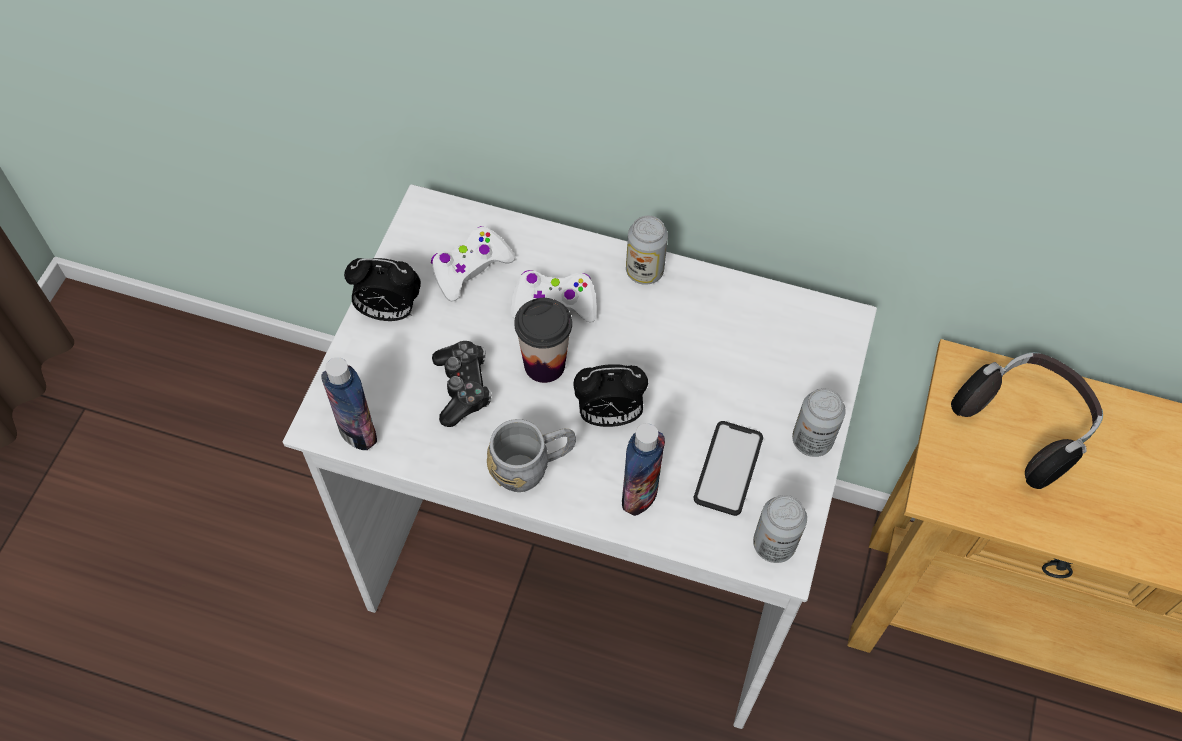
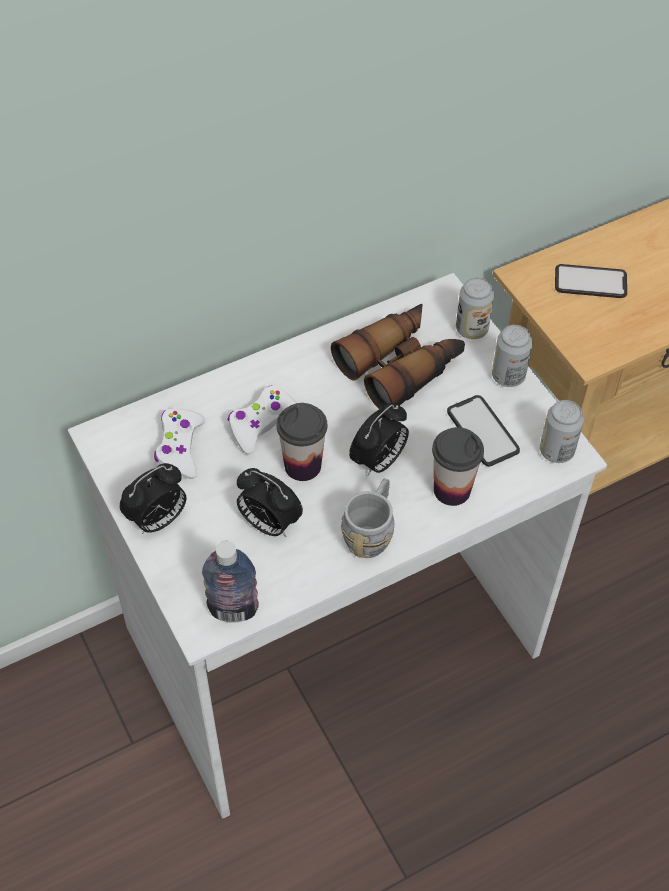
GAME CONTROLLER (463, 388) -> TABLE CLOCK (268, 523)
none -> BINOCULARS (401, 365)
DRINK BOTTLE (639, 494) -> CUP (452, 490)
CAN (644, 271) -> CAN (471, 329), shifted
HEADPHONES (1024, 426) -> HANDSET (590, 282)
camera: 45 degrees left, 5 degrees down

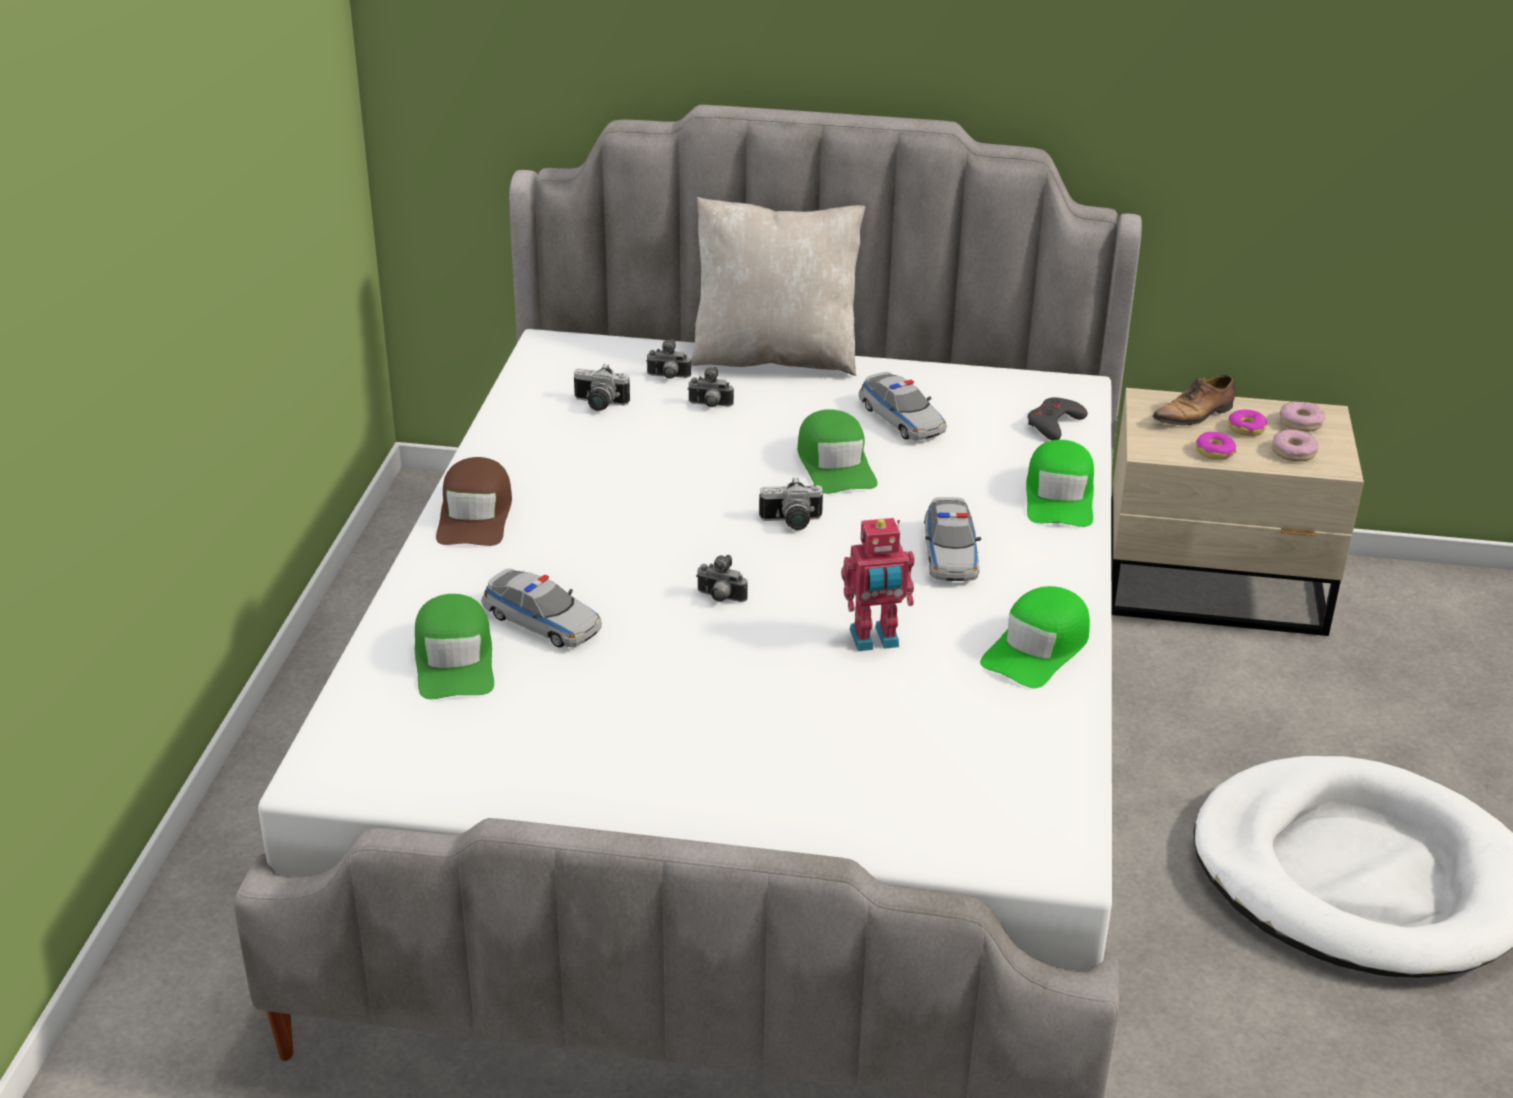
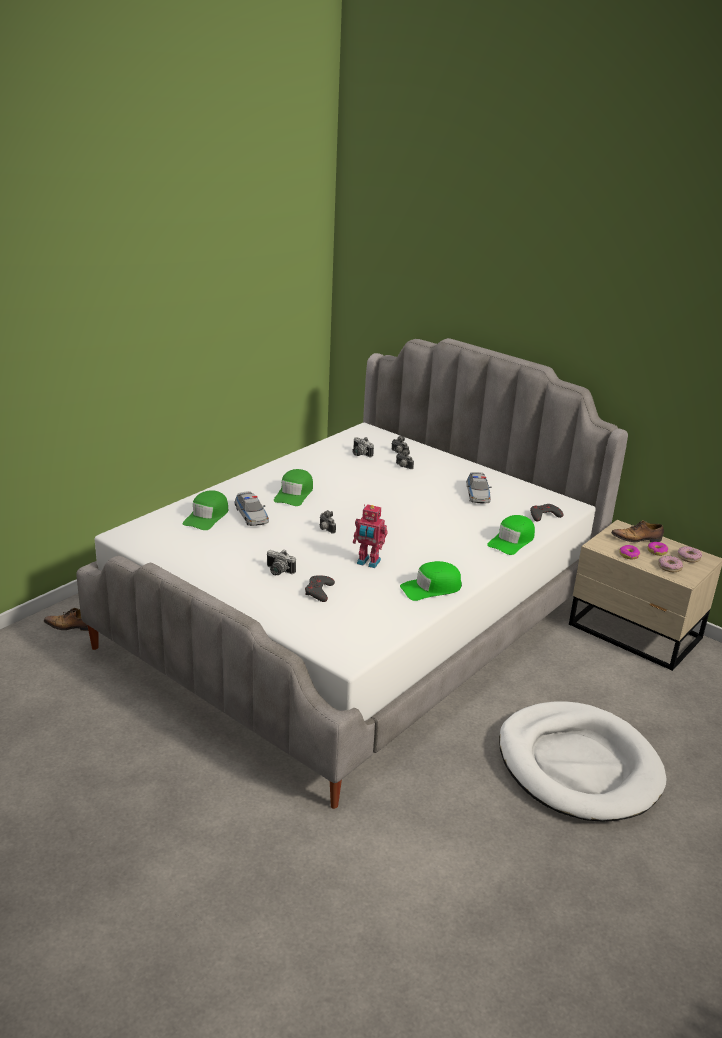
none -> LOW SHOE (71, 626)
PHOTO CAMERA (791, 523) -> PHOTO CAMERA (278, 571), shifted
GREEN-COLOURED PEAKED CAP (835, 464) -> GREEN-COLOURED PEAKED CAP (294, 494), shifted
none -> GREY GAME CONTROLLER (319, 591)
BROWN-COLOURED PEAKED CAP (475, 515) -> none
SAND-COLOURED PILLOW (775, 357) -> none
MODEL CAR (950, 553) -> none
camera: 30 degrees right, 5 degrees down

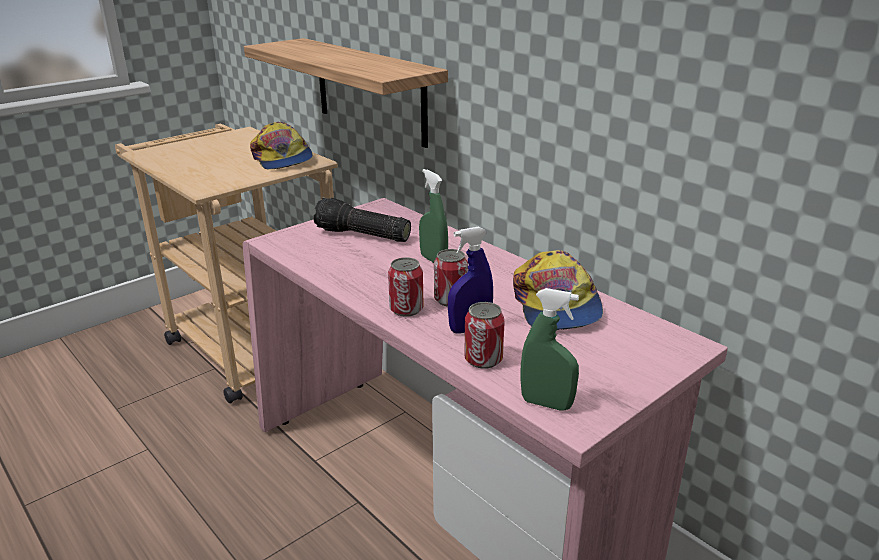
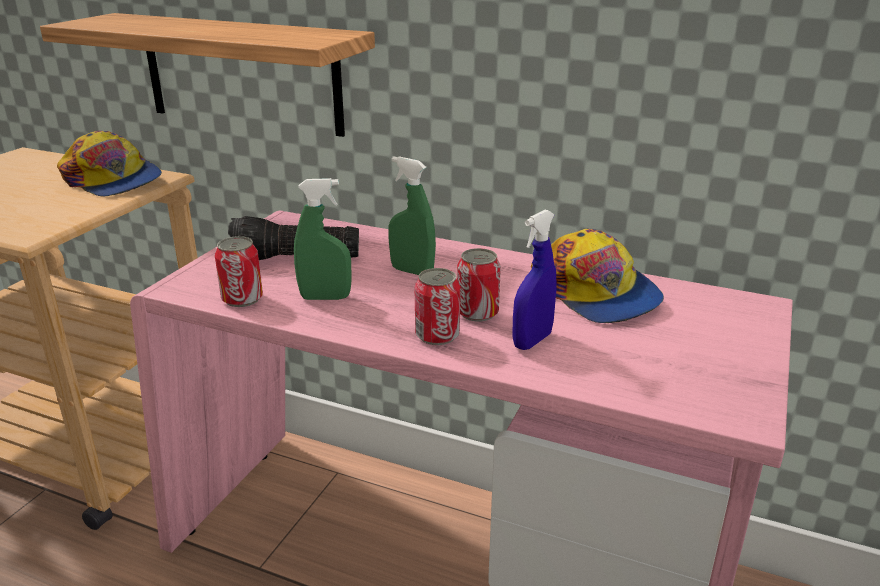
CAN (483, 359) -> CAN (242, 299), shifted
GREEN-COLOURED HAND SPRAYER (546, 403) -> GREEN-COLOURED HAND SPRAYER (325, 297), shifted
camera: 25 degrees left, 0 degrees up

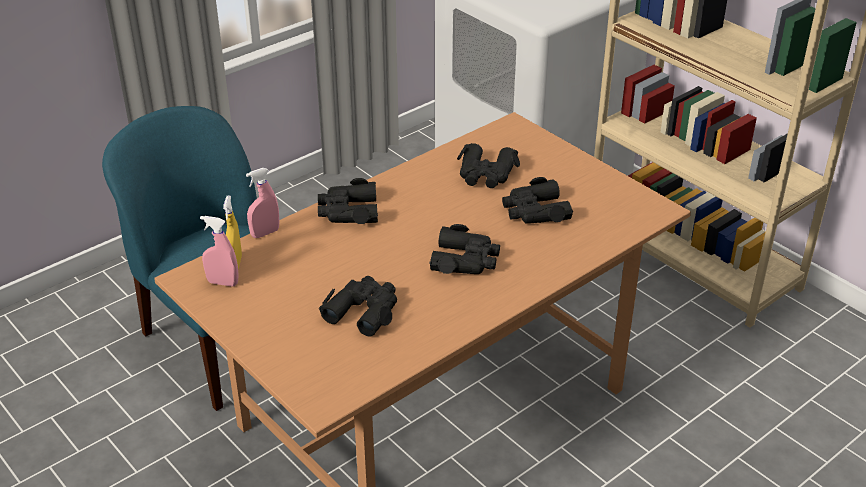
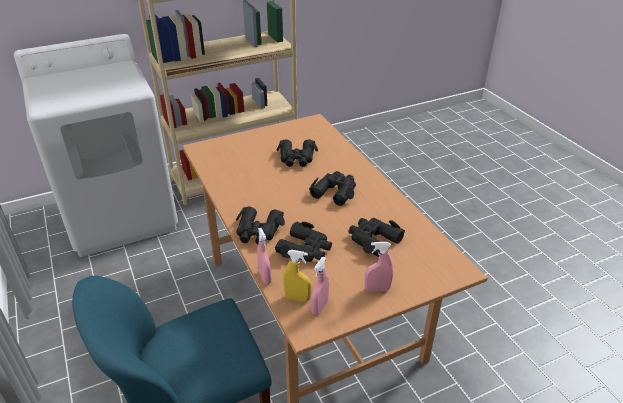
BLACK-COLOURED BINOCULARS (486, 174) -> BLACK-COLOURED BINOCULARS (305, 249), shifted
none -> PINKISH HAND SPRAYER (377, 289)
camera: 75 degrees left, 0 degrees up

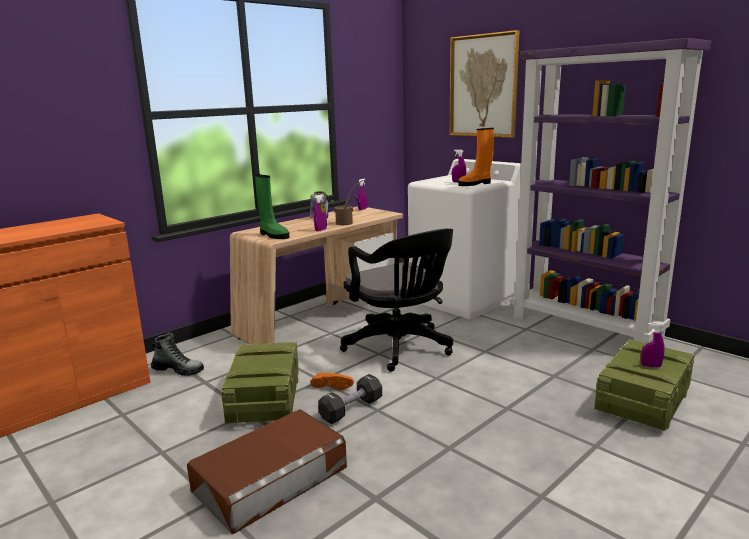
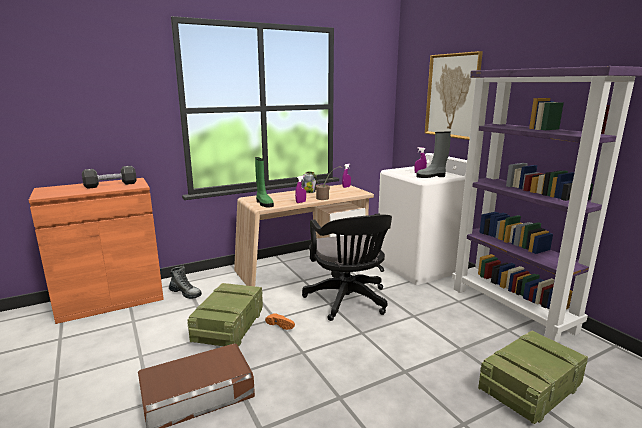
BLACK-COLOURED DUMBBELL (351, 409) -> BLACK-COLOURED DUMBBELL (111, 185), shifted
ORANGE-COLOURED TALL BOOT (475, 184) -> GREY TALL BOOT (431, 176)
PURPLE HAND SPRAYER (651, 366) -> none
camera: 15 degrees right, 0 degrees up

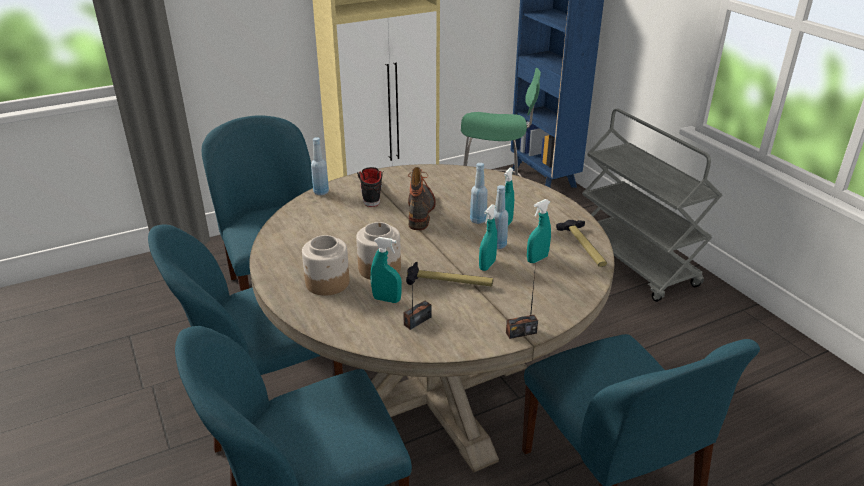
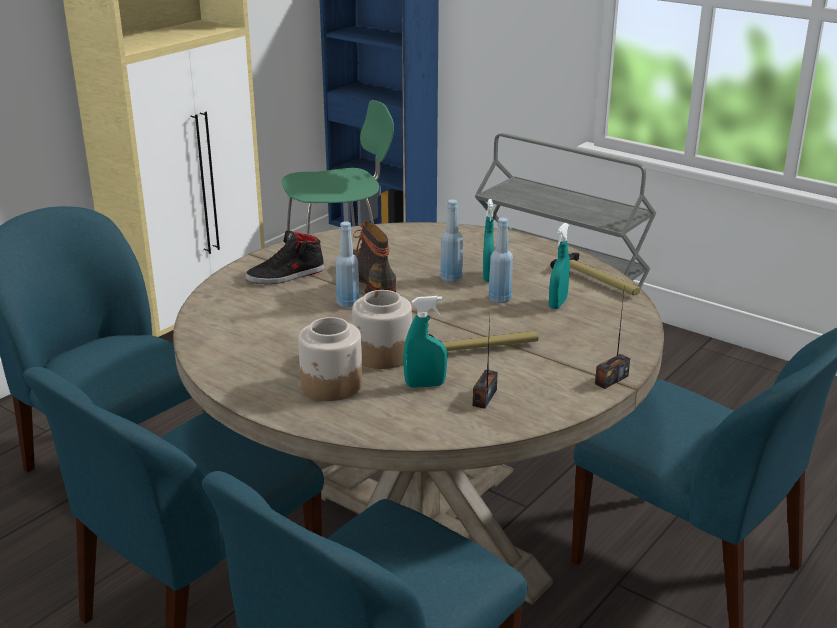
BLACK-COLOURED LOW SHOE (371, 193) -> BLACK-COLOURED LOW SHOE (286, 275), 90 degrees counterclockwise
BLUE DRINK BOTTLE (321, 192) -> BLUE DRINK BOTTLE (348, 303), shifted
TURQUOISE HAND SPRAYER (487, 265) -> none
camera: 25 degrees left, 5 degrees down

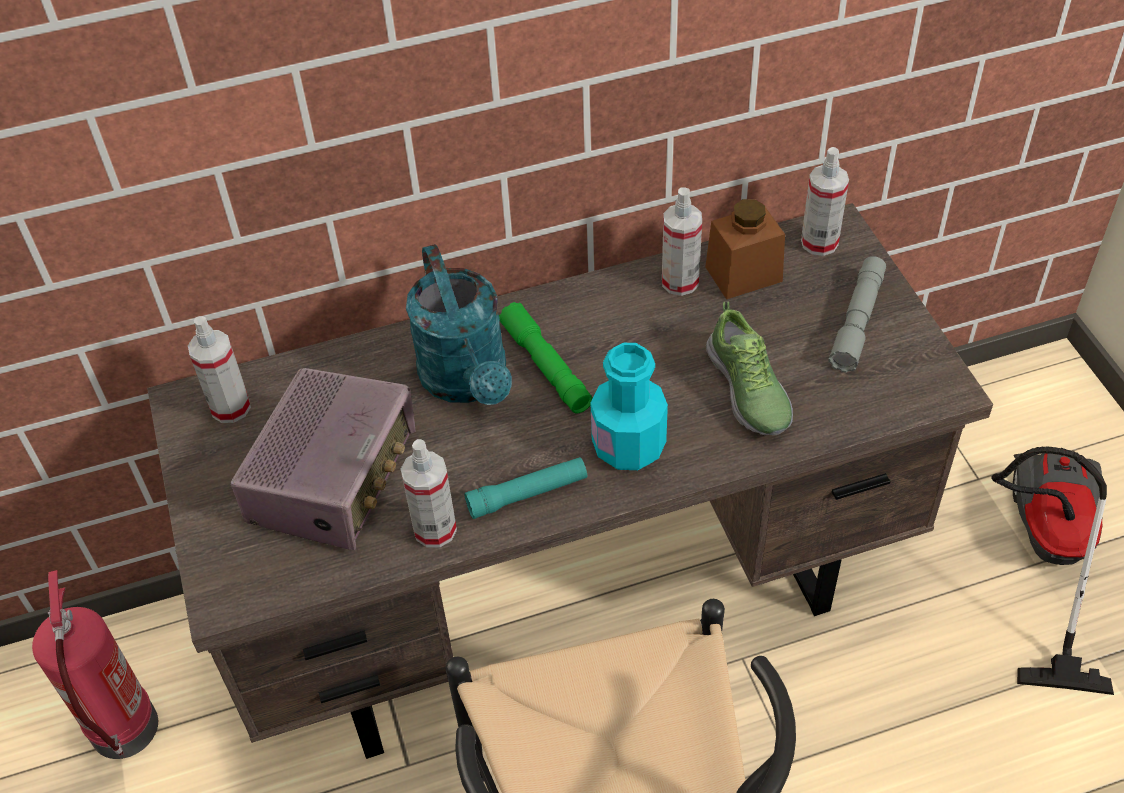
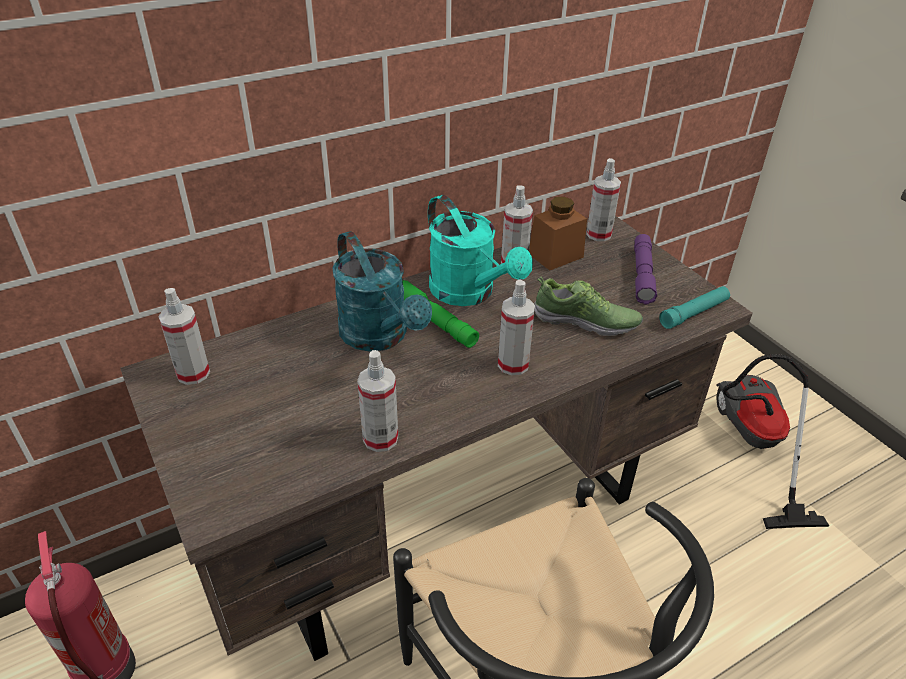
none -> TURQUOISE WATERING CAN (469, 293)
TURQUOISE DRINK BOTTLE (628, 446) -> HAND SPRAYER (513, 364)
LOW SHOE (748, 390) -> LOW SHOE (586, 321), 45 degrees counterclockwise
GREY FLASHLIGHT (857, 321) -> PURPLE FLASHLIGHT (642, 275)
TURQUOISE FLASHLIGHT (527, 494) -> TURQUOISE FLASHLIGHT (694, 313), shifted
RADIO SET (335, 478) -> none
camera: 15 degrees left, 10 degrees down

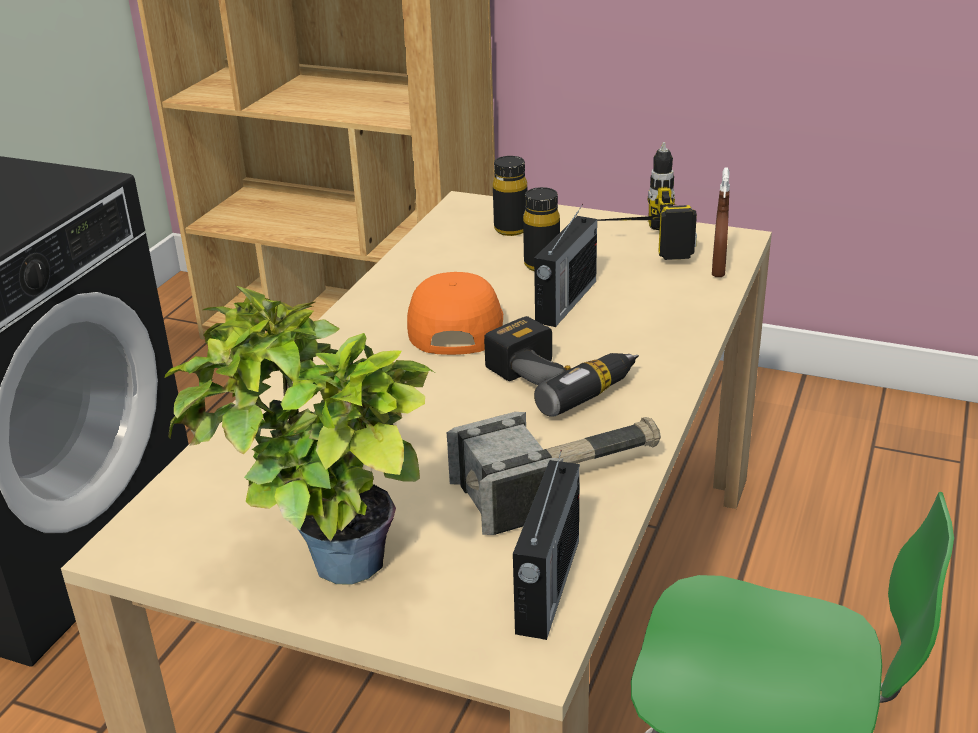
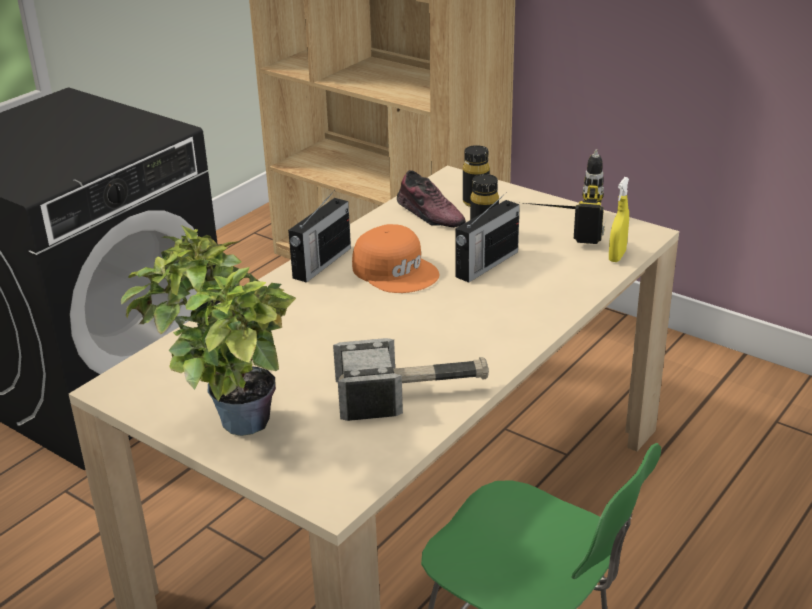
RADIO SET (547, 587) -> RADIO SET (321, 263), shifted
ORANGE-COLOURED PEAKED CAP (454, 325) -> ORANGE-COLOURED PEAKED CAP (396, 270), 120 degrees clockwise
none -> LOW SHOE (430, 215)
BROWN-COLOURED HAND SPRAYER (718, 270) -> YELLOW HAND SPRAYER (617, 256)
DRILL (560, 378) -> none
camera: 15 degrees right, 0 degrees up

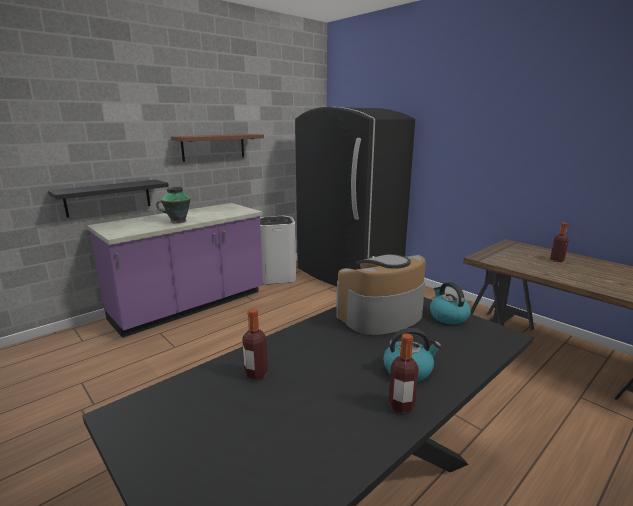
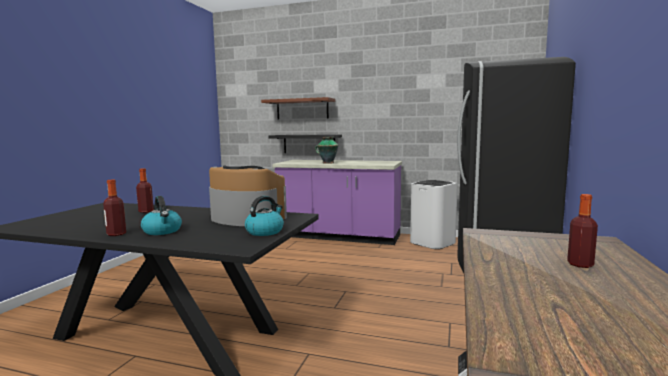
BROWN-COLOURED WALL SHELF (213, 147) -> BROWN-COLOURED WALL SHELF (302, 109), shifted
camera: 60 degrees right, 10 degrees down

